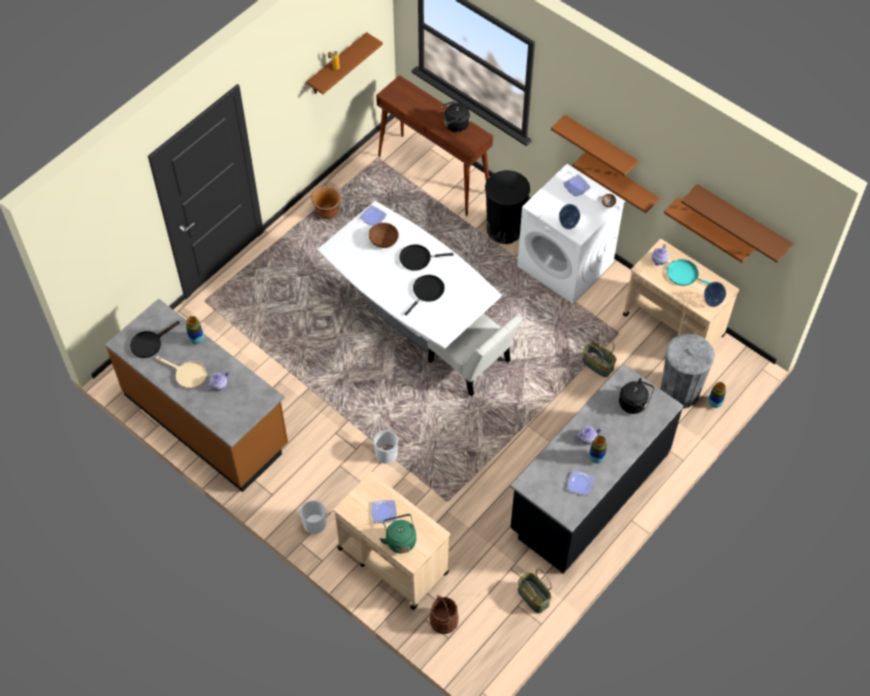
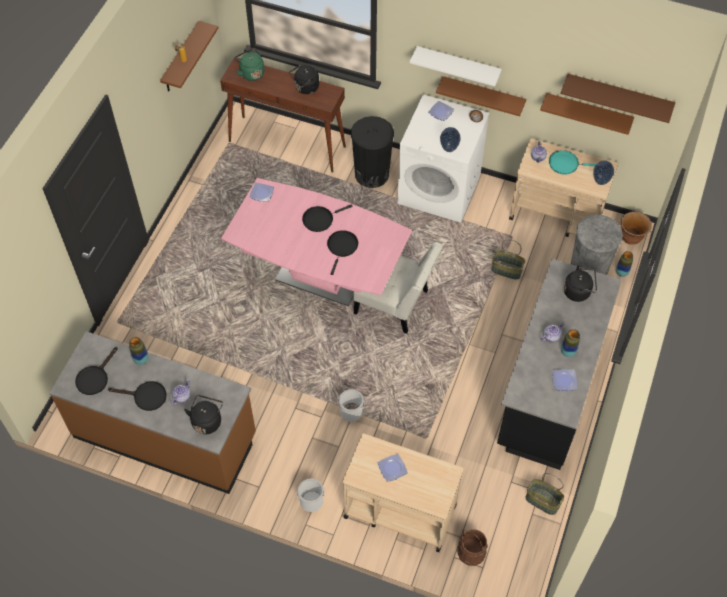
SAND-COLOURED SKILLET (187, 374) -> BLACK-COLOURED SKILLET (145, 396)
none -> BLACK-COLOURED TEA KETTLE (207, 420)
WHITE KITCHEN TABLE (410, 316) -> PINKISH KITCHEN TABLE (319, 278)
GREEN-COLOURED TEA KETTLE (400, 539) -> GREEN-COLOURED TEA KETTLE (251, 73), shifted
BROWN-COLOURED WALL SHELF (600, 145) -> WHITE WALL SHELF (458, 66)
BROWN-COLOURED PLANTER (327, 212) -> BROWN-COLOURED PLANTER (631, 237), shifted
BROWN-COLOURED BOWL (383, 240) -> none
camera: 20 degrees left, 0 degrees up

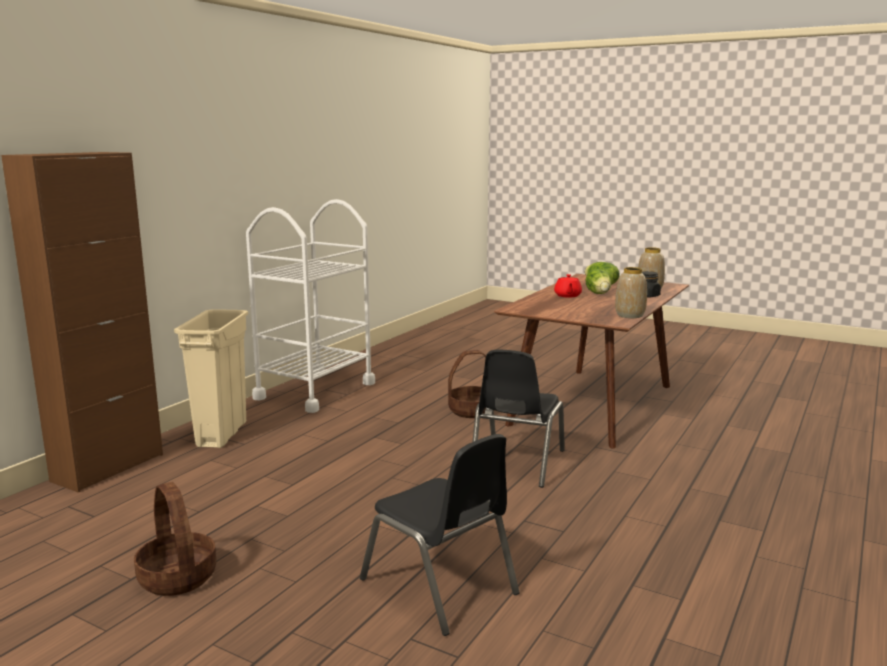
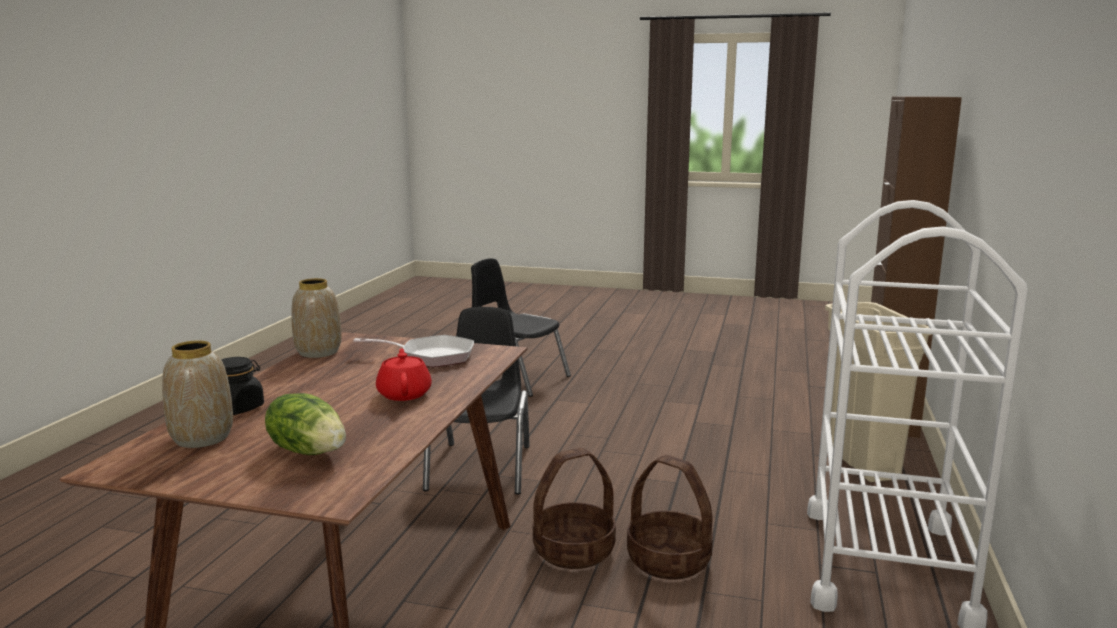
none -> SKILLET (431, 356)
HOUSEHOLD BASKET (177, 577) -> HOUSEHOLD BASKET (669, 560), shifted
LETTUCE (599, 293) -> none
camera: 165 degrees right, 0 degrees up

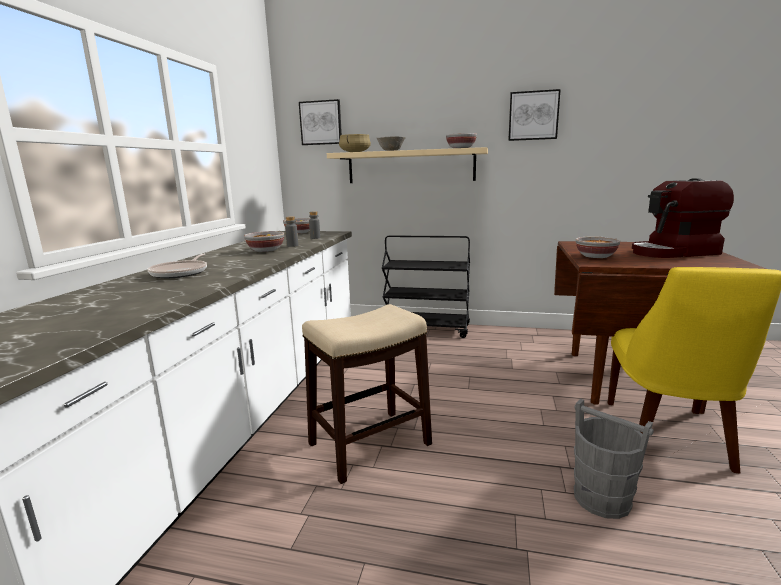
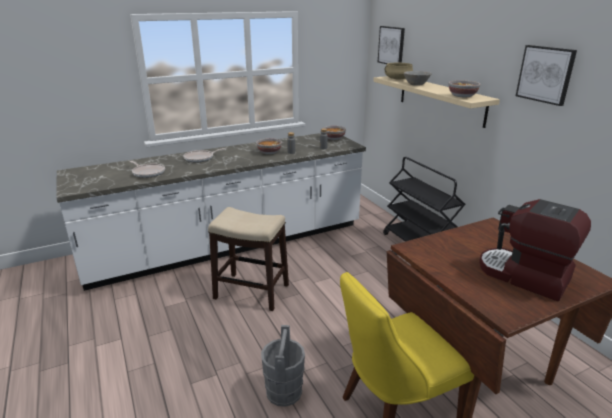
none -> SKILLET (148, 172)
BOWL (596, 256) -> none
camera: 50 degrees right, 10 degrees up

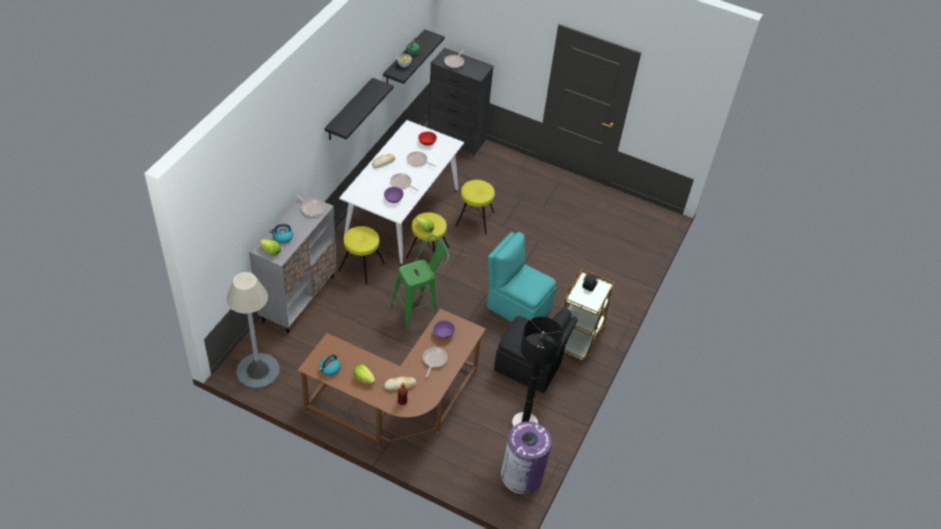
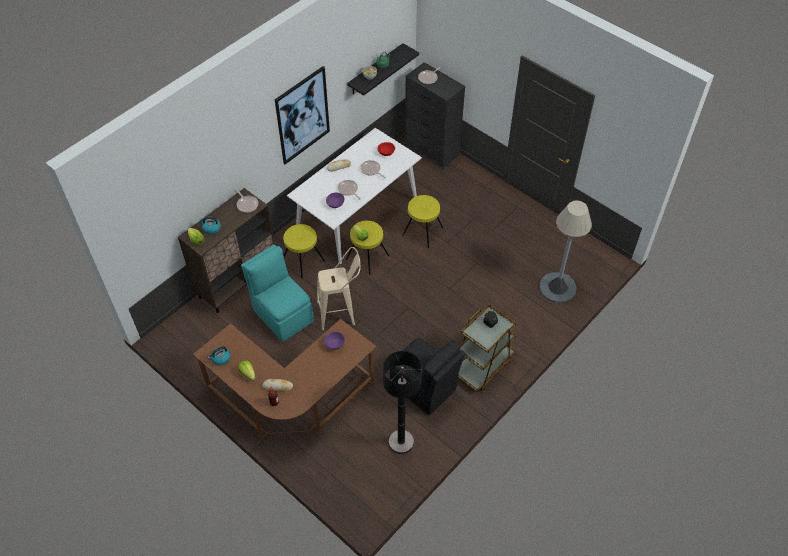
GREY CABINET (298, 298) -> BROWN-COLOURED CABINET (237, 281)
TURQUOISE PLAIN CHAIR (517, 306) -> TURQUOISE PLAIN CHAIR (282, 314), shifted
BLACK-COLOURED WALL SHELF (349, 110) -> PICTURE (302, 115)
GREEN-COLOURED SITTING STOOL (419, 311) -> SAND-COLOURED SITTING STOOL (341, 313)
GREY STANDARD LAMP (258, 371) -> GREY STANDARD LAMP (557, 287), shifted
SKILLET (434, 360) -> none
PURPLE TRASH CAN (522, 475) -> none
camera: 20 degrees right, 5 degrees up

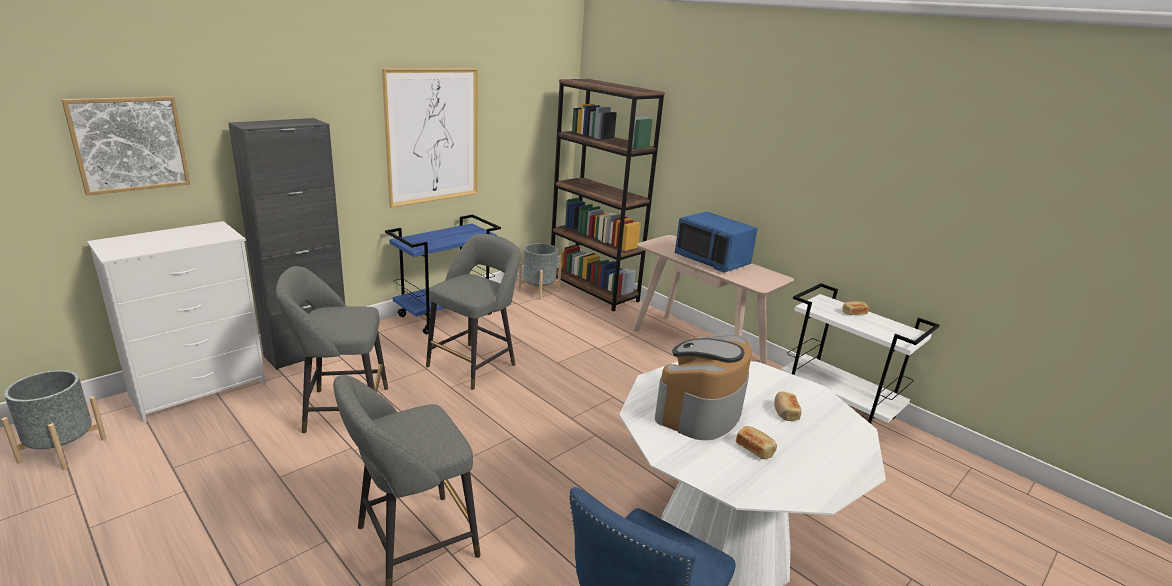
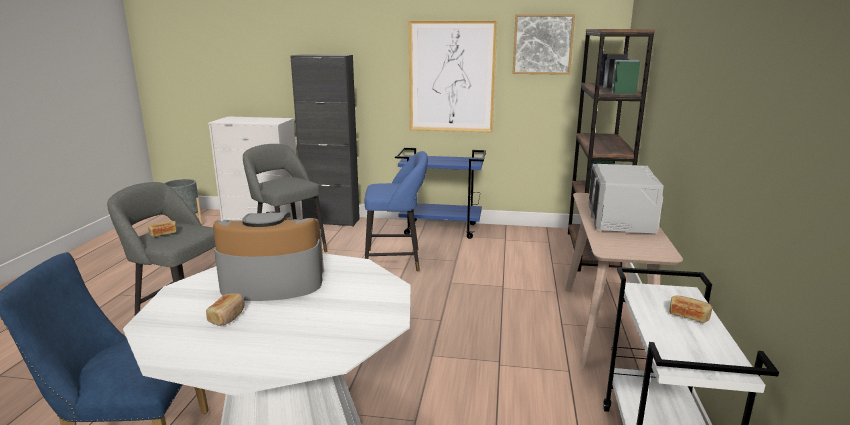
BAKERY BREAD (785, 412) -> BAKERY BREAD (163, 234), shifted
GREY SITTING STOOL (474, 364) -> BLUE SITTING STOOL (397, 260)
PICTURE (129, 144) -> PICTURE (542, 44), shifted
BLUE KITCHEN MICROWAVE (713, 260) -> GREY KITCHEN MICROWAVE (621, 221)
GREY PLANTER (539, 291) -> none
camera: 55 degrees right, 5 degrees down

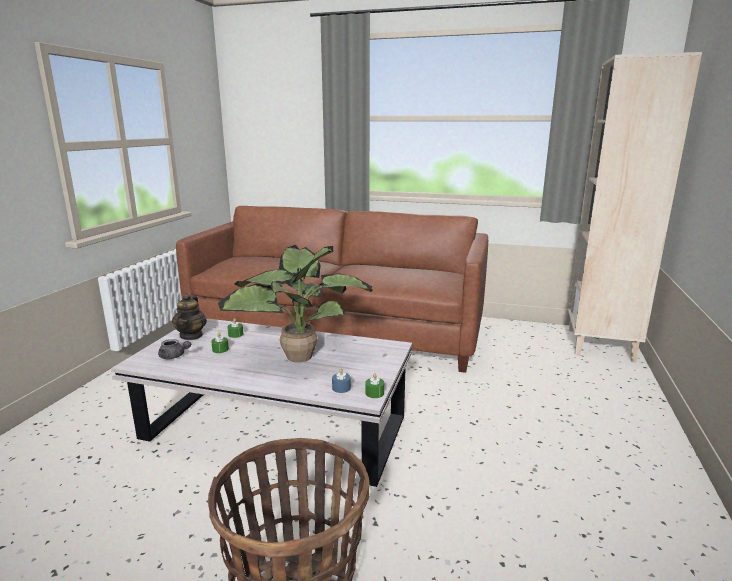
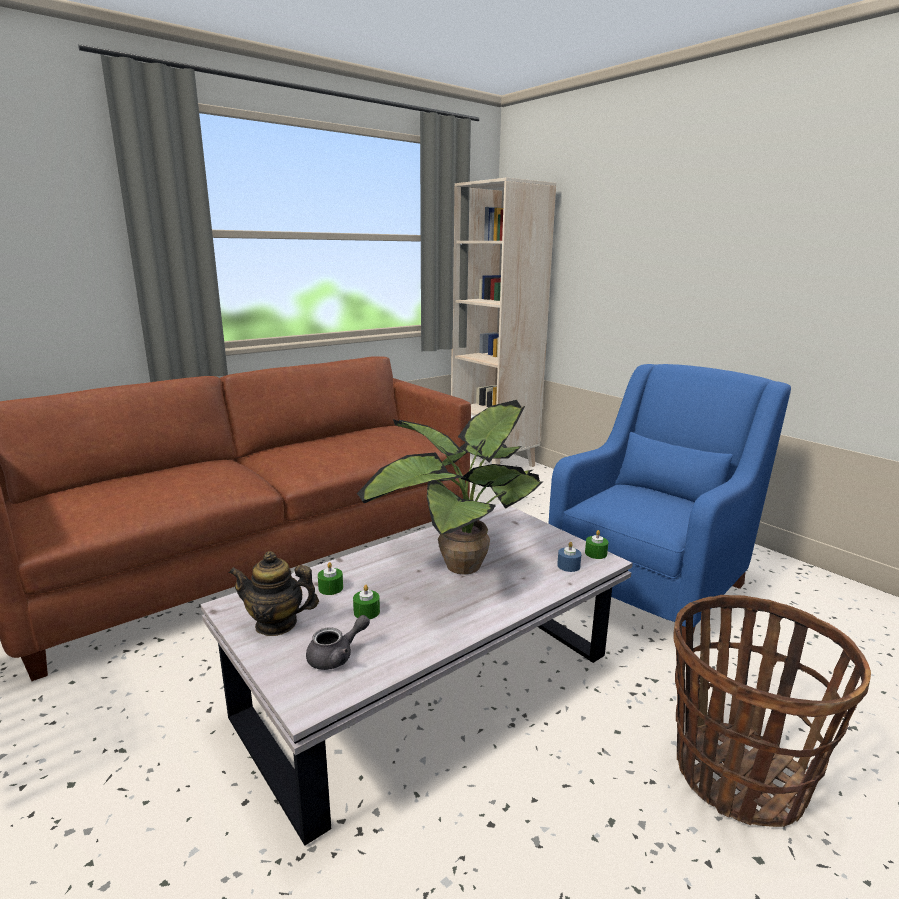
TEA POT (191, 335) -> TEA POT (276, 624), 150 degrees clockwise
none -> BLUE LOUNGE CHAIR (651, 582)
camera: 55 degrees left, 0 degrees up

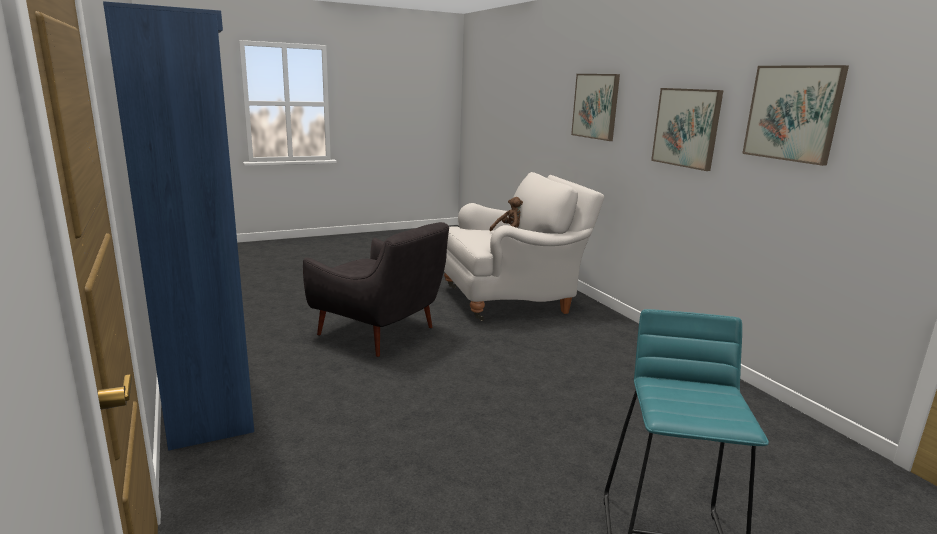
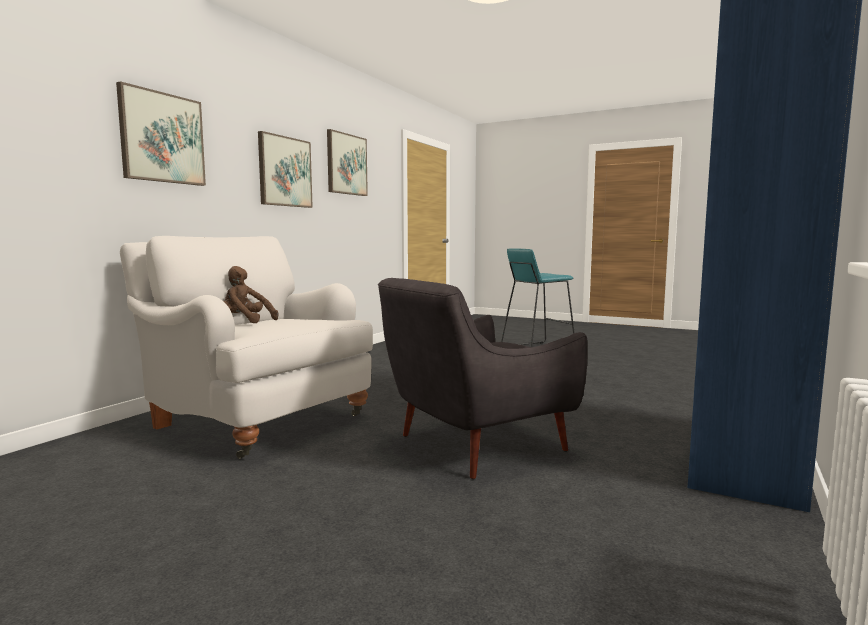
GREY LOUNGE CHAIR (380, 333) -> GREY LOUNGE CHAIR (474, 445), 120 degrees counterclockwise
camera: 125 degrees left, 10 degrees down

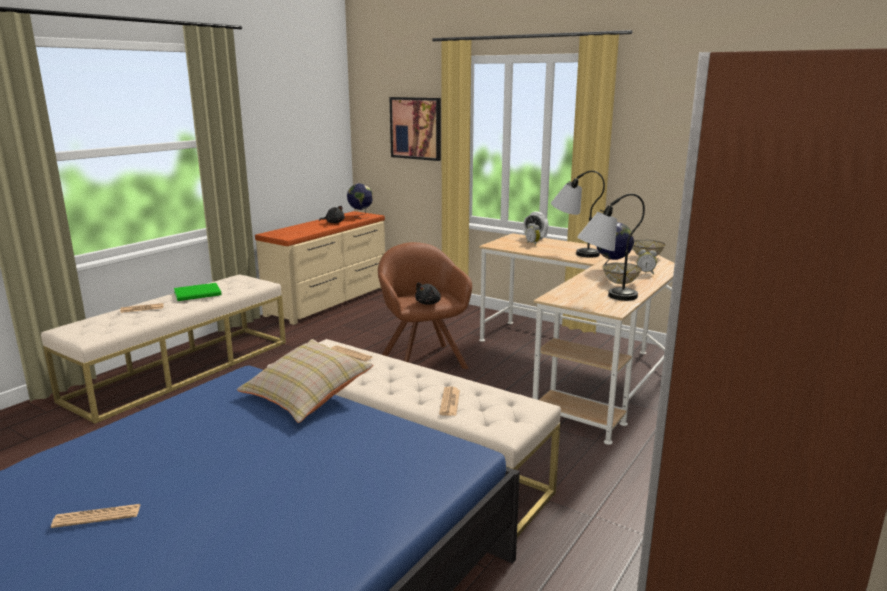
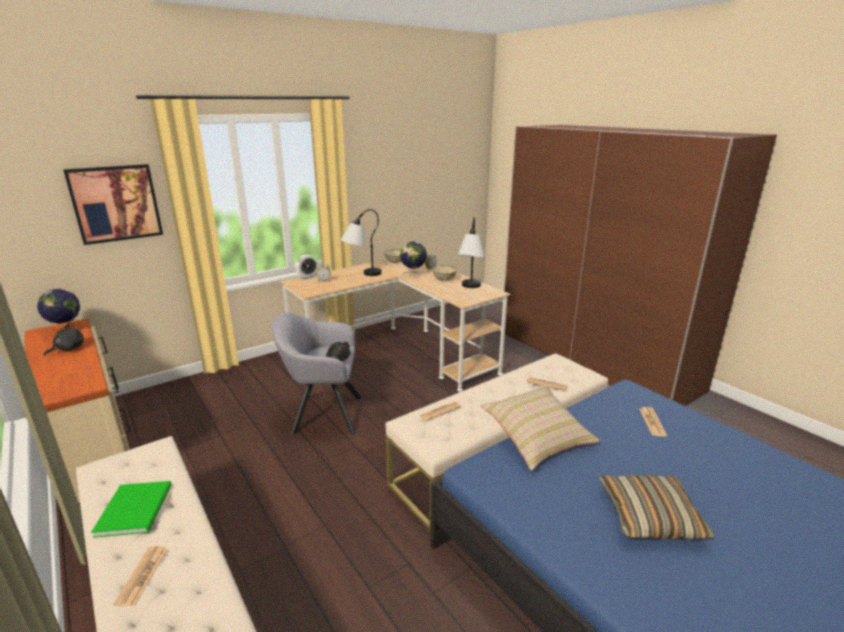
BROWN-COLOURED LOUNGE CHAIR (422, 359) -> GREY LOUNGE CHAIR (323, 414)
none -> PILLOW (650, 516)
PRINTED PAPER (97, 516) -> PRINTED PAPER (652, 422), shifted
camera: 70 degrees left, 5 degrees up

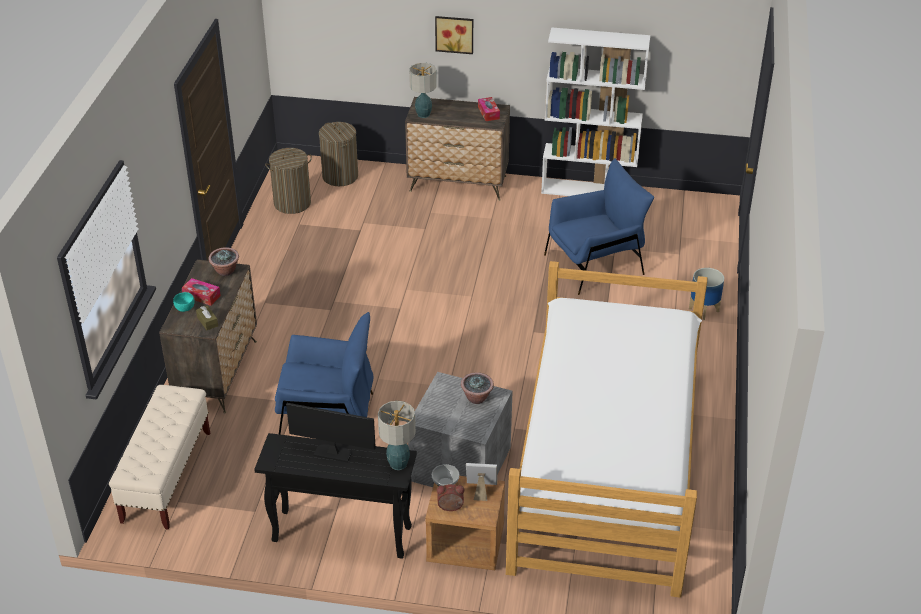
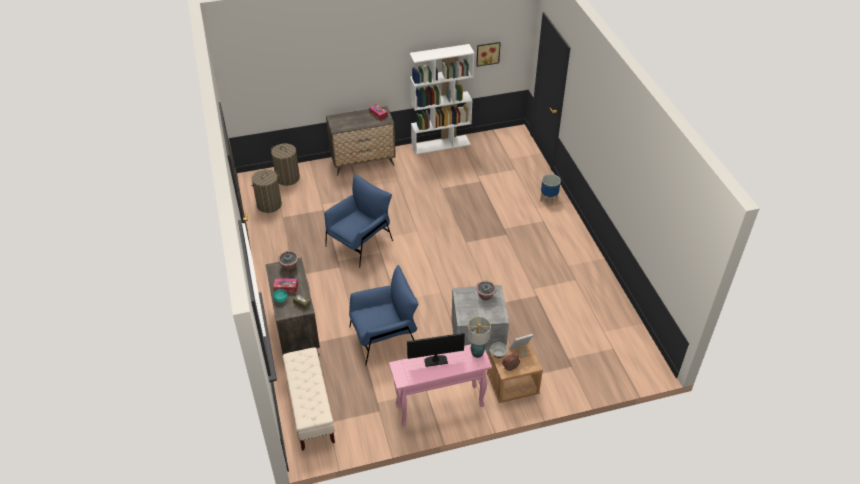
BLUE LOUNGE CHAIR (595, 264) -> BLUE LOUNGE CHAIR (360, 243), shifted
BLACK-COLOURED CONSOLE TABLE (340, 534) -> PINKISH CONSOLE TABLE (439, 405)
PICTURE (454, 34) -> PICTURE (487, 53), shifted
LAMP FOR A TABLE (423, 114) -> none
BEDROOM BED (605, 467) -> none
camera: 25 degrees left, 5 degrees up

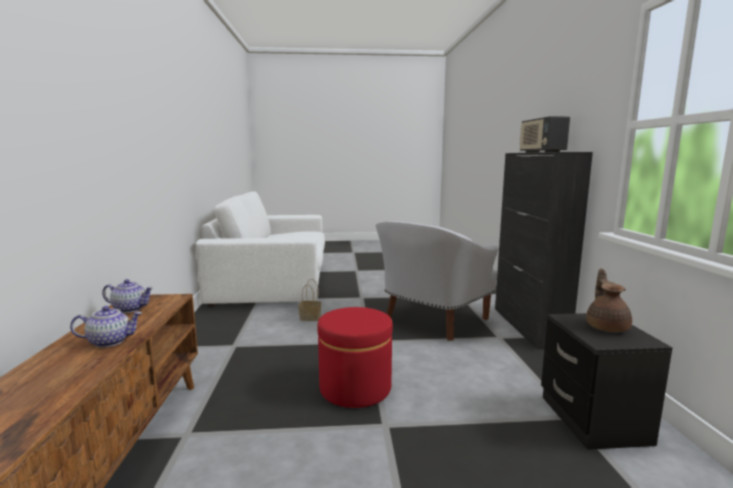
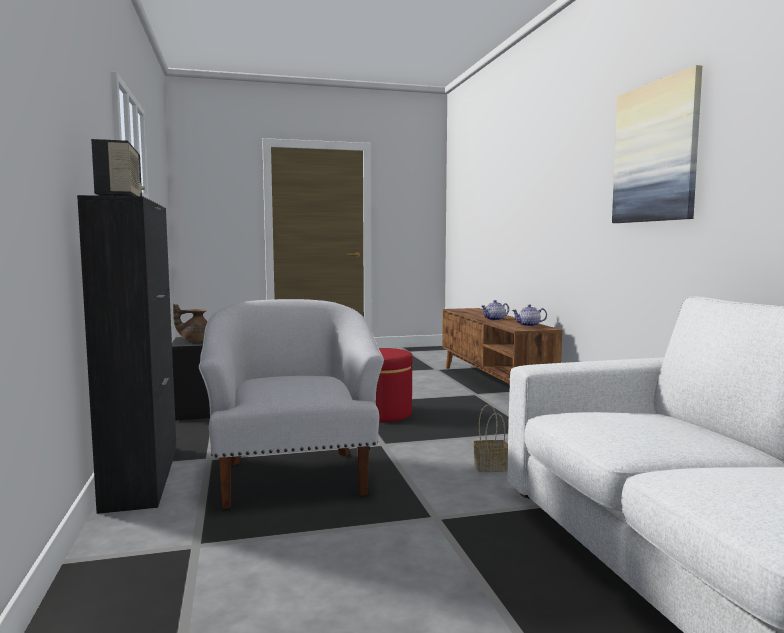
BROWN-COLOURED TEA POT (606, 327) -> BROWN-COLOURED TEA POT (195, 341), 75 degrees clockwise
WHITE LOUNGE CHAIR (432, 321) -> WHITE LOUNGE CHAIR (294, 475), 45 degrees counterclockwise
none -> PICTURE (656, 152)
camera: 170 degrees right, 5 degrees down

